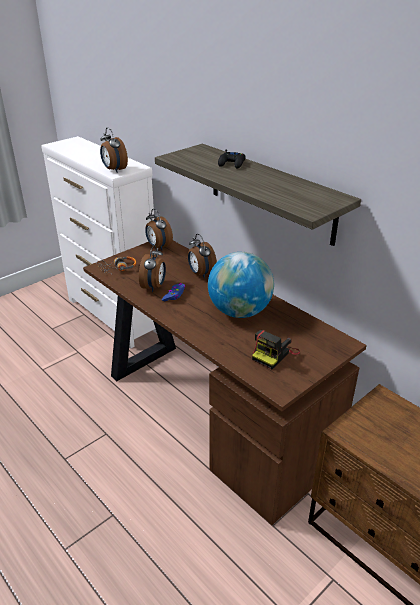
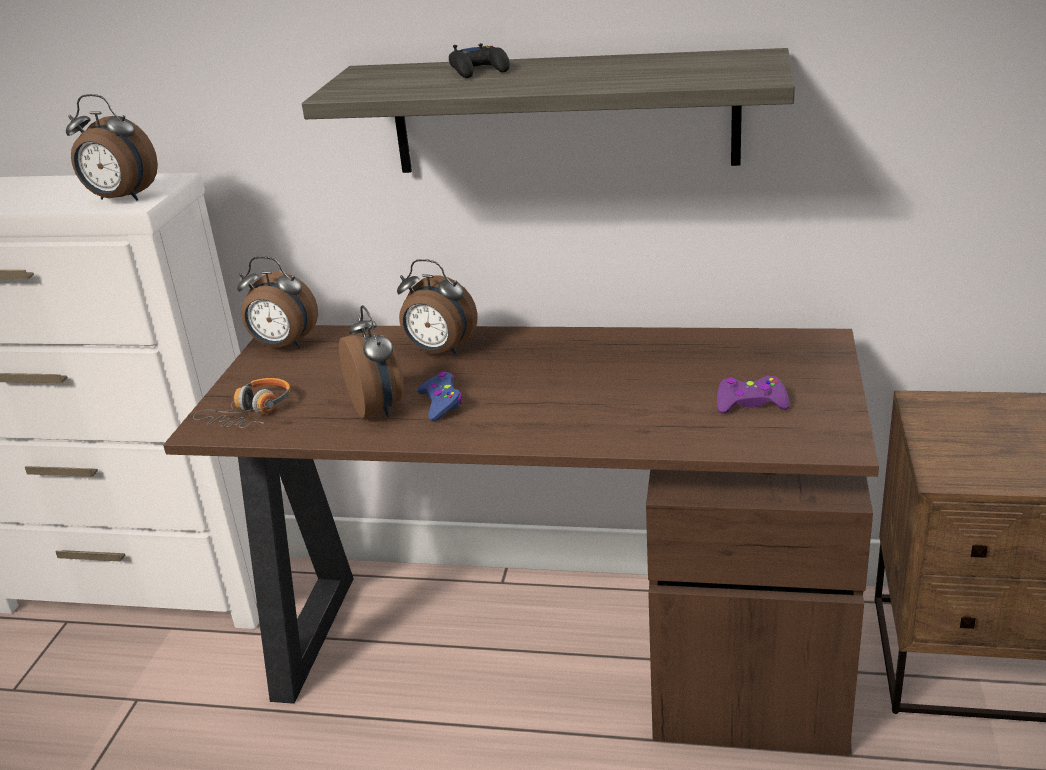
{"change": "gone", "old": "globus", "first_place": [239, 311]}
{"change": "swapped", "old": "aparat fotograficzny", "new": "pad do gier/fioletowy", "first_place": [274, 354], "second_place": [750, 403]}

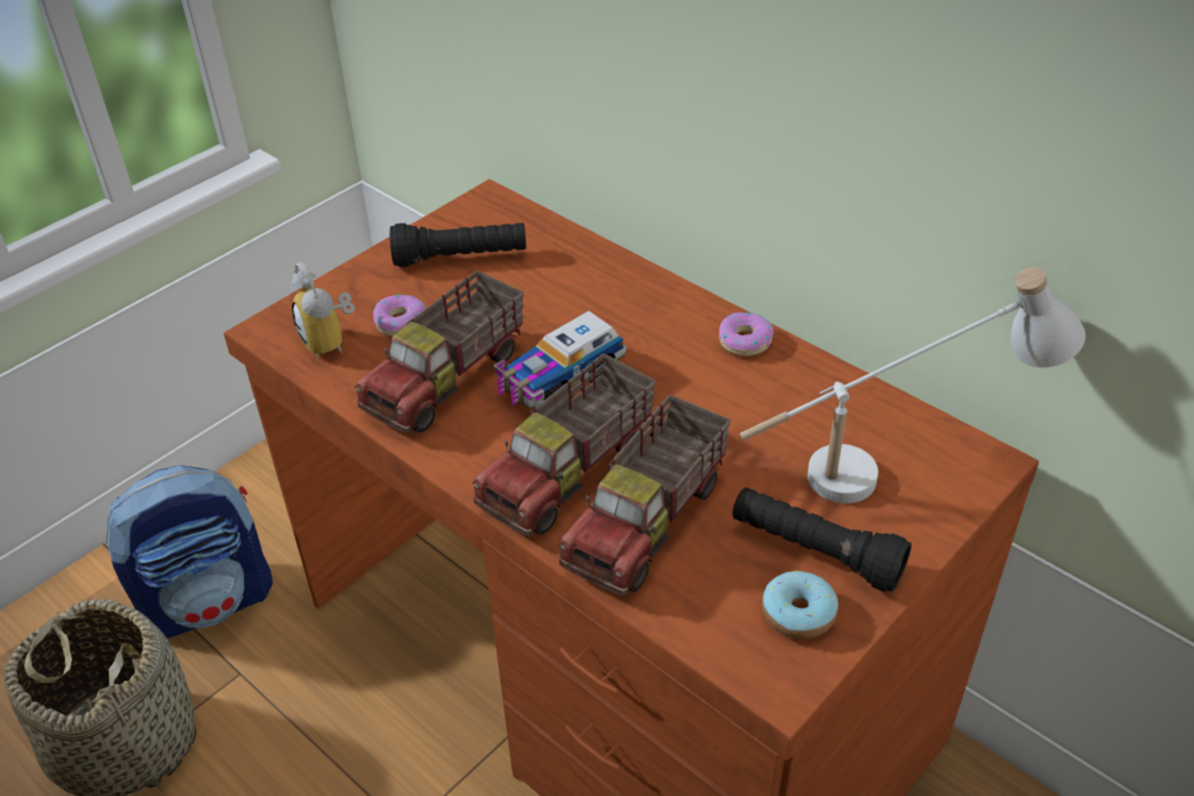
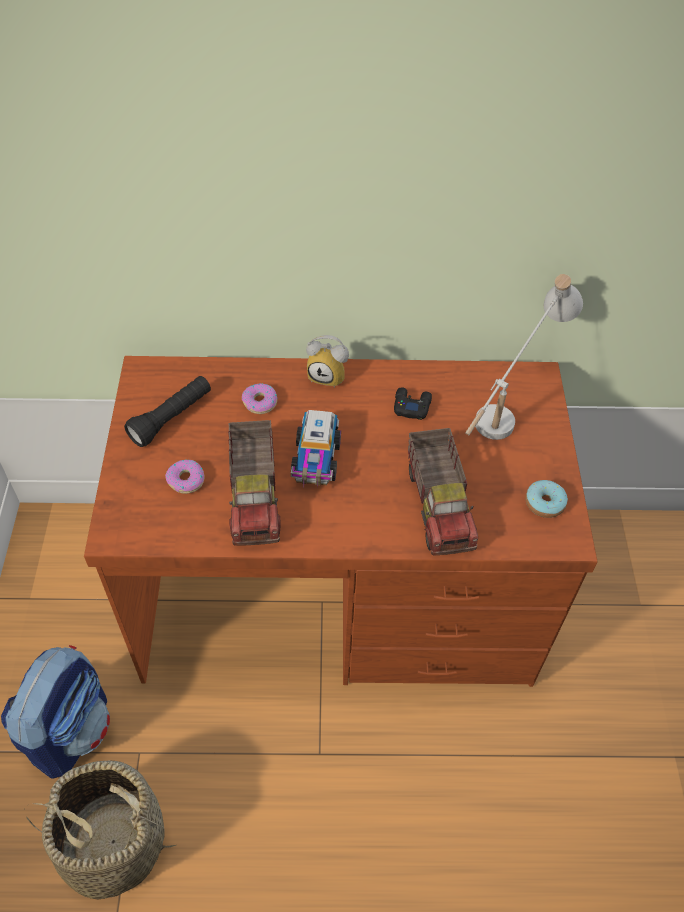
{"change": "gone", "old": "ciężarówka zabawkowa", "first_place": [570, 473]}
{"change": "gone", "old": "latarka/czarny", "first_place": [815, 552]}
{"change": "new", "new": "pad do gier/czarny", "second_place": [411, 406]}
{"change": "shifted", "old": "budzik", "first_place": [331, 341], "second_place": [329, 375]}
{"change": "shifted", "old": "donut", "first_place": [744, 341], "second_place": [260, 402]}

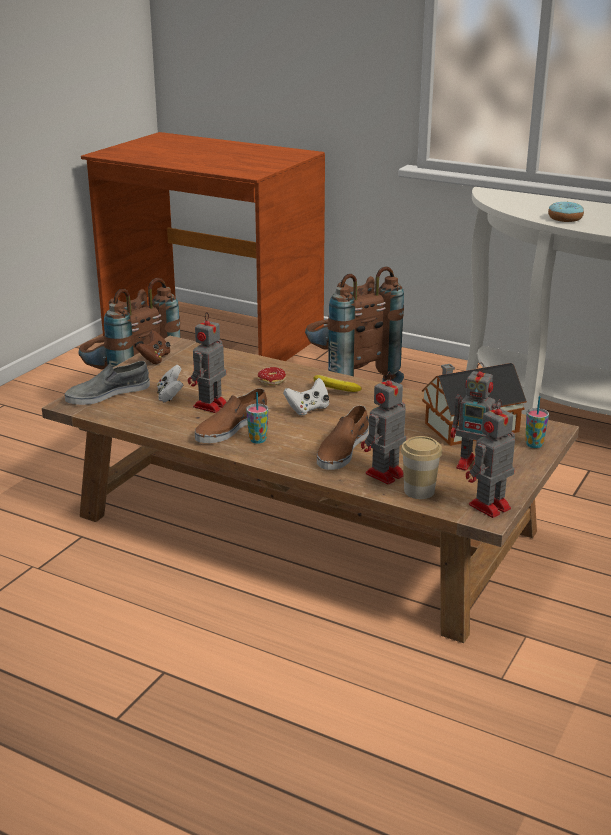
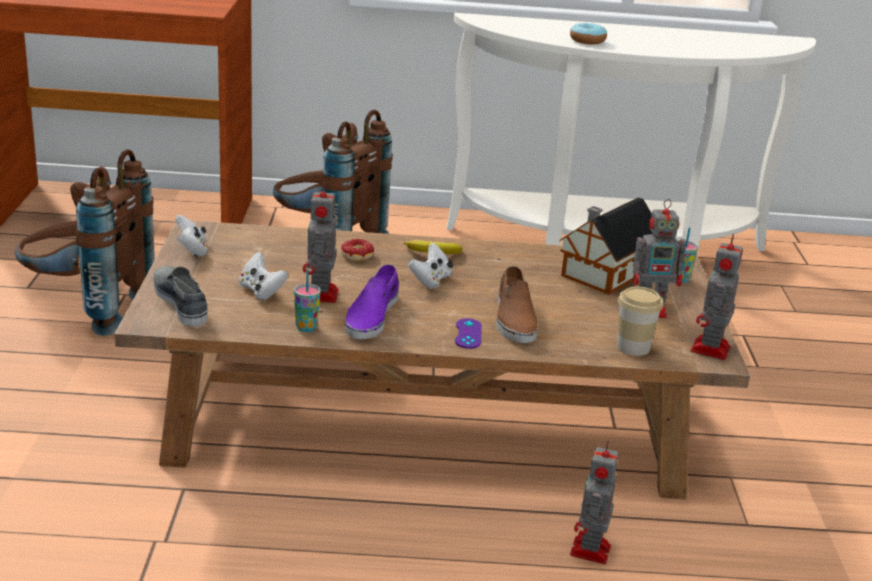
{"change": "new", "new": "pad do gier/fioletowy", "second_place": [468, 334]}
{"change": "shifted", "old": "filiżanka", "first_place": [258, 440], "second_place": [306, 328]}
{"change": "shifted", "old": "robot zabawkowy", "first_place": [383, 475], "second_place": [589, 552]}
{"change": "repainted", "old": "pad do gier/brązowy", "new": "pad do gier/biały", "first_place": [155, 359], "second_place": [192, 250]}
{"change": "repainted", "old": "but/brązowy", "new": "but/fioletowy", "first_place": [231, 427], "second_place": [371, 316]}
{"change": "rotated", "old": "but/szary", "first_place": [107, 394], "second_place": [181, 302], "degrees": 120}

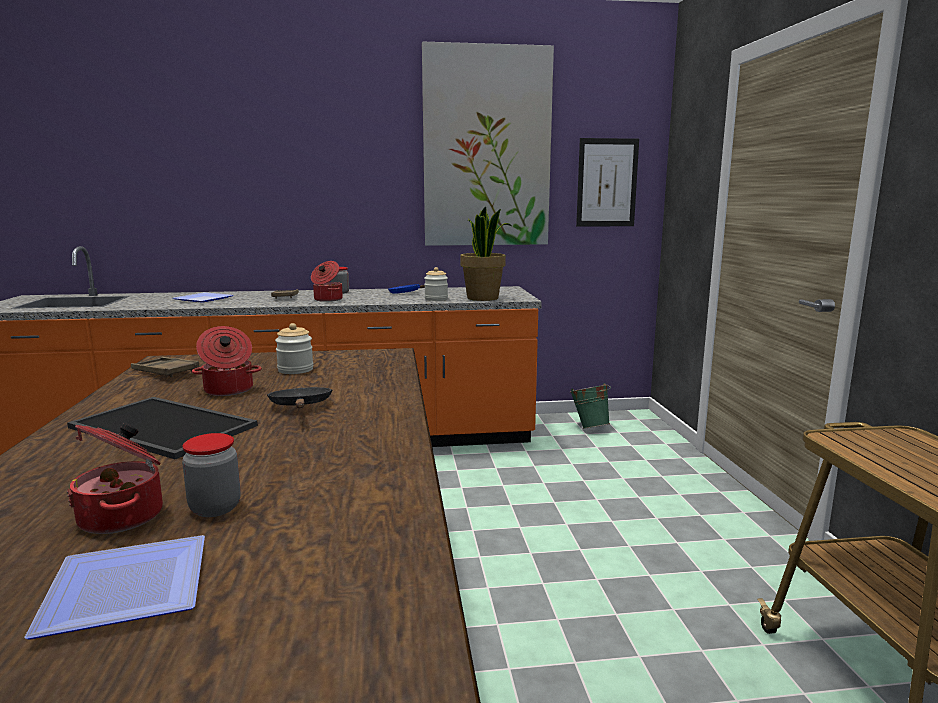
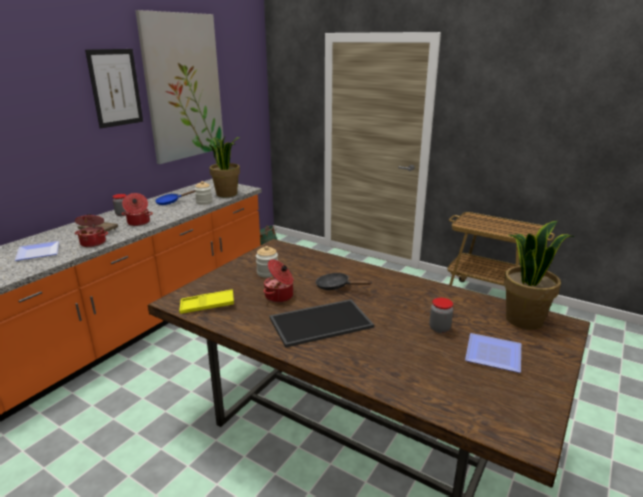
{"change": "new", "new": "roślina doniczkowa", "second_place": [523, 319]}
{"change": "shifted", "old": "garnek", "first_place": [124, 516], "second_place": [93, 242]}
{"change": "shifted", "old": "obraz", "first_place": [607, 183], "second_place": [115, 88]}
{"change": "repainted", "old": "taca/brązowy", "new": "taca/żółty", "first_place": [165, 372], "second_place": [207, 305]}

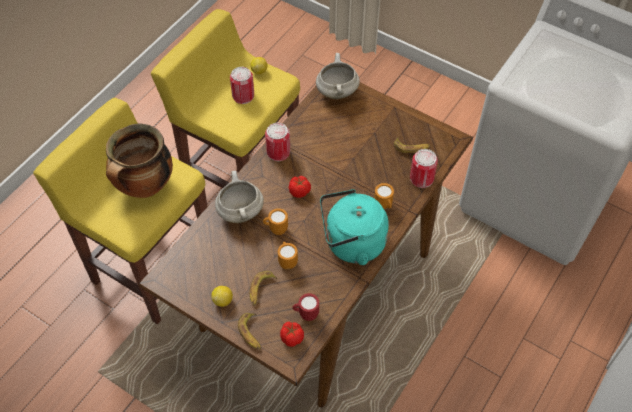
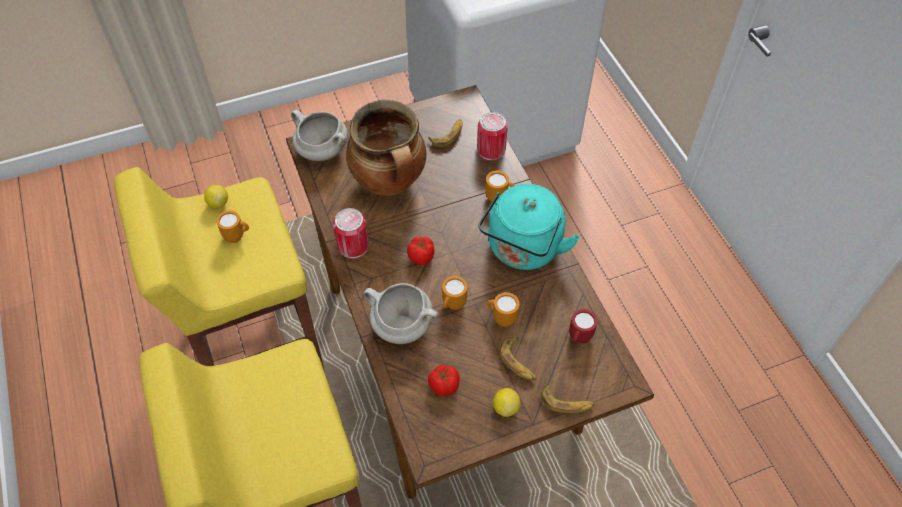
{"change": "shifted", "old": "garnek", "first_place": [145, 187], "second_place": [390, 183]}
{"change": "shifted", "old": "pomidor", "first_place": [291, 337], "second_place": [443, 385]}
{"change": "swapped", "old": "puszka", "new": "kubek/pomarańczowy", "first_place": [243, 95], "second_place": [237, 237]}

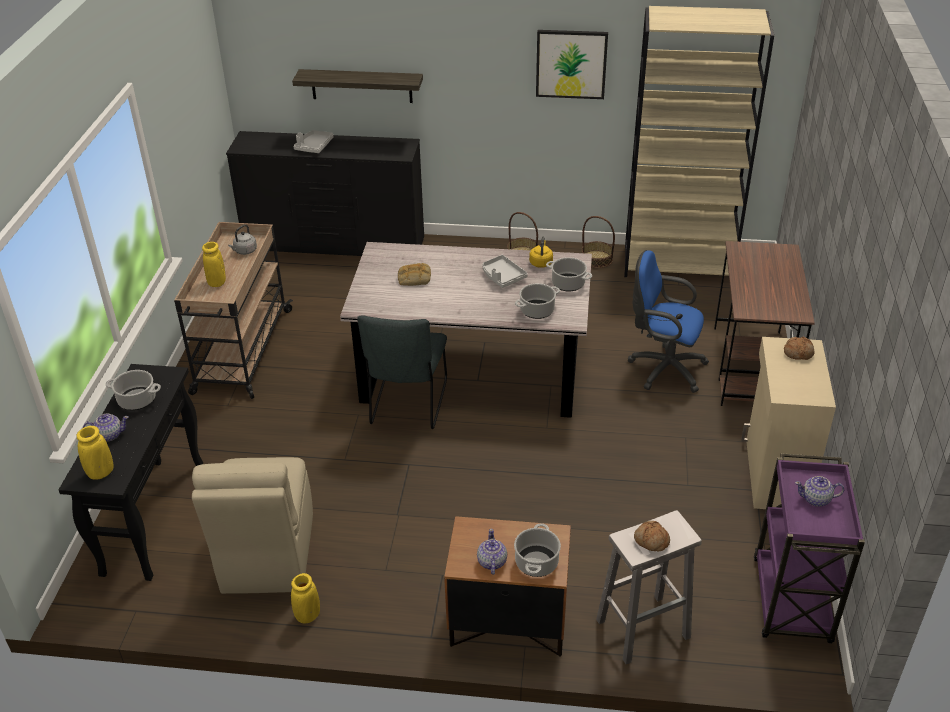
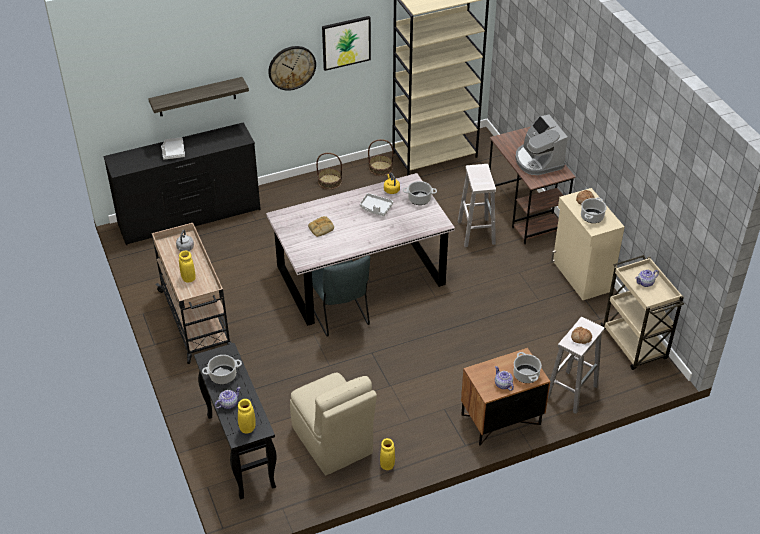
{"change": "new", "new": "zegar ścienny", "second_place": [292, 67]}
{"change": "new", "new": "ekspres do kawy", "second_place": [538, 161]}
{"change": "shifted", "old": "garnek", "first_place": [537, 311], "second_place": [592, 217]}
{"change": "swapped", "old": "krzesło biurowe/niebieski", "new": "stołek/biały", "first_place": [663, 368], "second_place": [476, 232]}
{"change": "repainted", "old": "wózek/fioletowy", "new": "wózek/beżowy", "first_place": [792, 602], "second_place": [634, 345]}

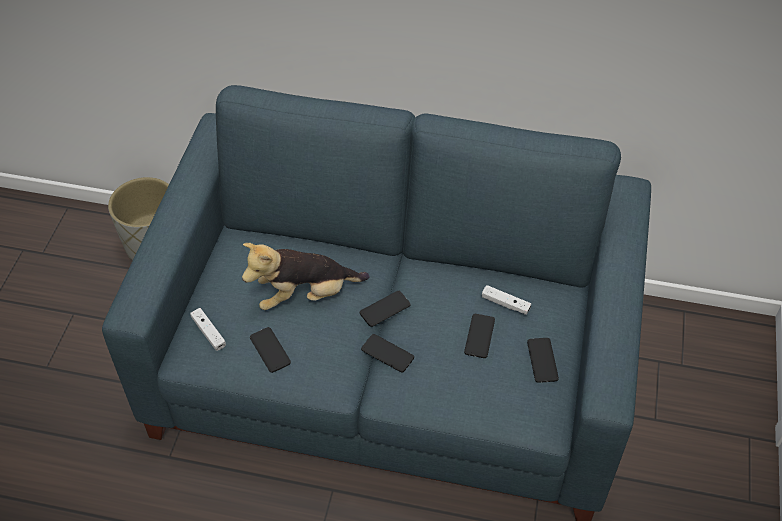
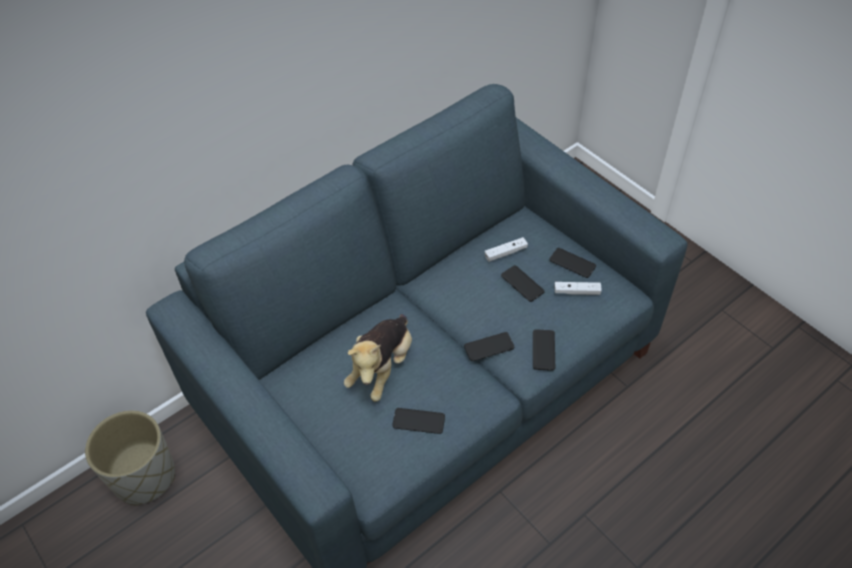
{"change": "shifted", "old": "pad do gier/biały", "first_place": [208, 332], "second_place": [577, 292]}
{"change": "shifted", "old": "telefon", "first_place": [385, 309], "second_place": [543, 350]}

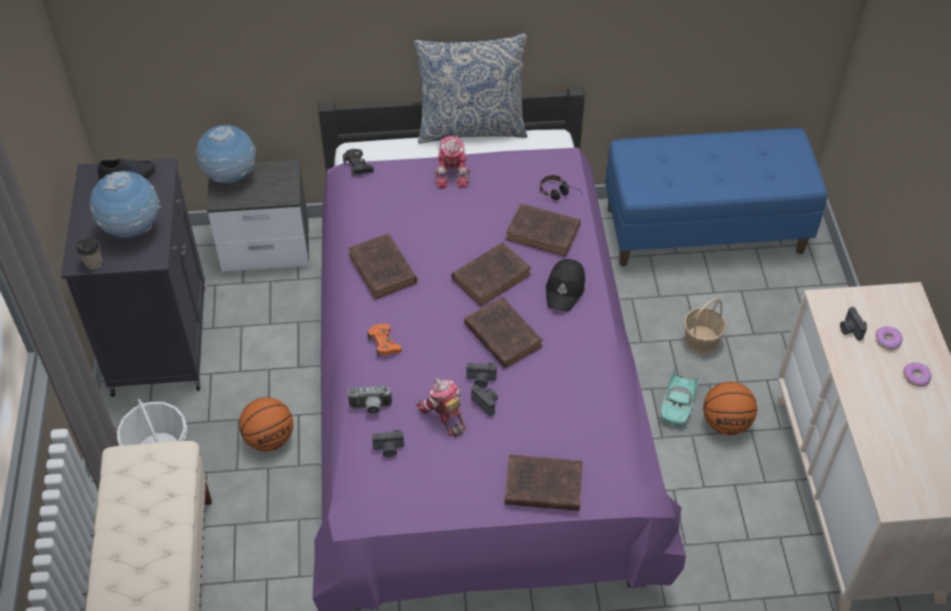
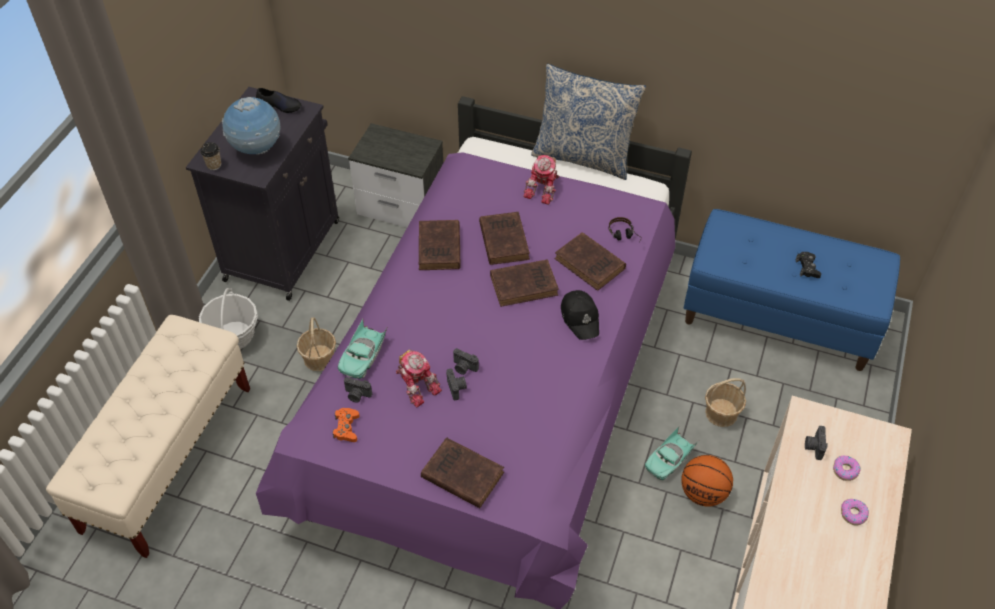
{"change": "gone", "old": "globus", "first_place": [230, 177]}
{"change": "shifted", "old": "pad do gier/czarny", "first_place": [358, 165], "second_place": [807, 268]}
{"change": "shifted", "old": "pad do gier/pomarańczowy", "first_place": [384, 343], "second_place": [346, 428]}
{"change": "shifted", "old": "książka/brązowy", "first_place": [501, 334], "second_place": [503, 240]}
{"change": "swapped", "old": "piłka do koszykówki", "new": "koszyk", "first_place": [269, 438], "second_place": [319, 358]}
{"change": "swapped", "old": "aparat fotograficzny", "new": "samochodzik/turkusowy", "first_place": [370, 408], "second_place": [363, 356]}
{"change": "rotated", "old": "robot zabawkowy", "first_place": [443, 414], "second_place": [416, 384], "degrees": 150}
{"change": "rotated", "old": "czapka z daszkiem/czarny", "first_place": [565, 289], "second_place": [580, 318], "degrees": -60}

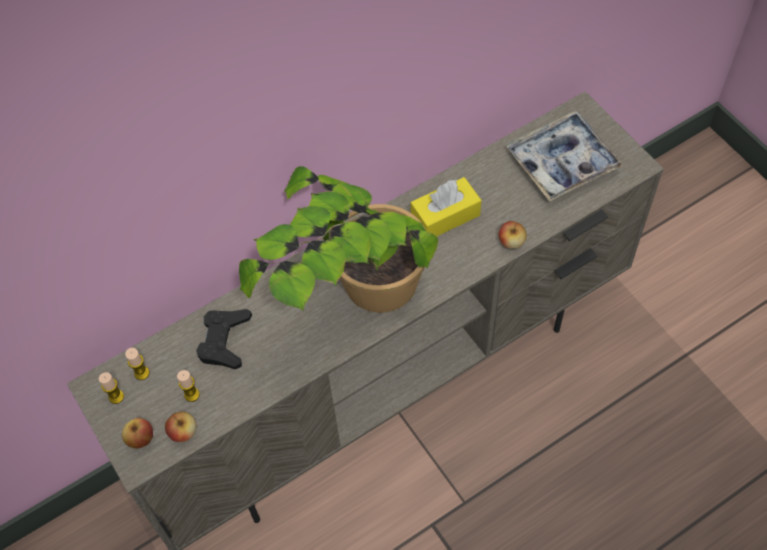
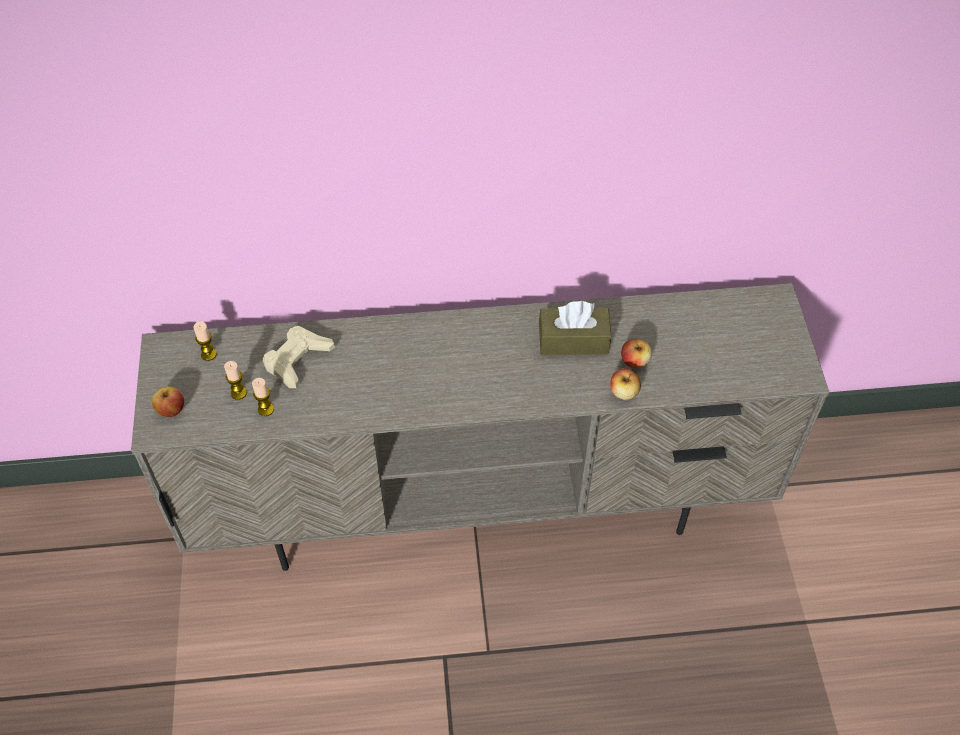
{"change": "gone", "old": "roślina doniczkowa", "first_place": [349, 304]}
{"change": "gone", "old": "taca", "first_place": [562, 162]}
{"change": "shifted", "old": "świeca", "first_place": [116, 397], "second_place": [266, 409]}
{"change": "shifted", "old": "jabłko", "first_place": [183, 432], "second_place": [634, 361]}
{"change": "repainted", "old": "pad do gier/czarny", "new": "pad do gier/beżowy", "first_place": [224, 341], "second_place": [297, 359]}
{"change": "repainted", "old": "pudełko chusteczek/żółty", "new": "pudełko chusteczek/brązowy", "first_place": [445, 216], "second_place": [573, 340]}

